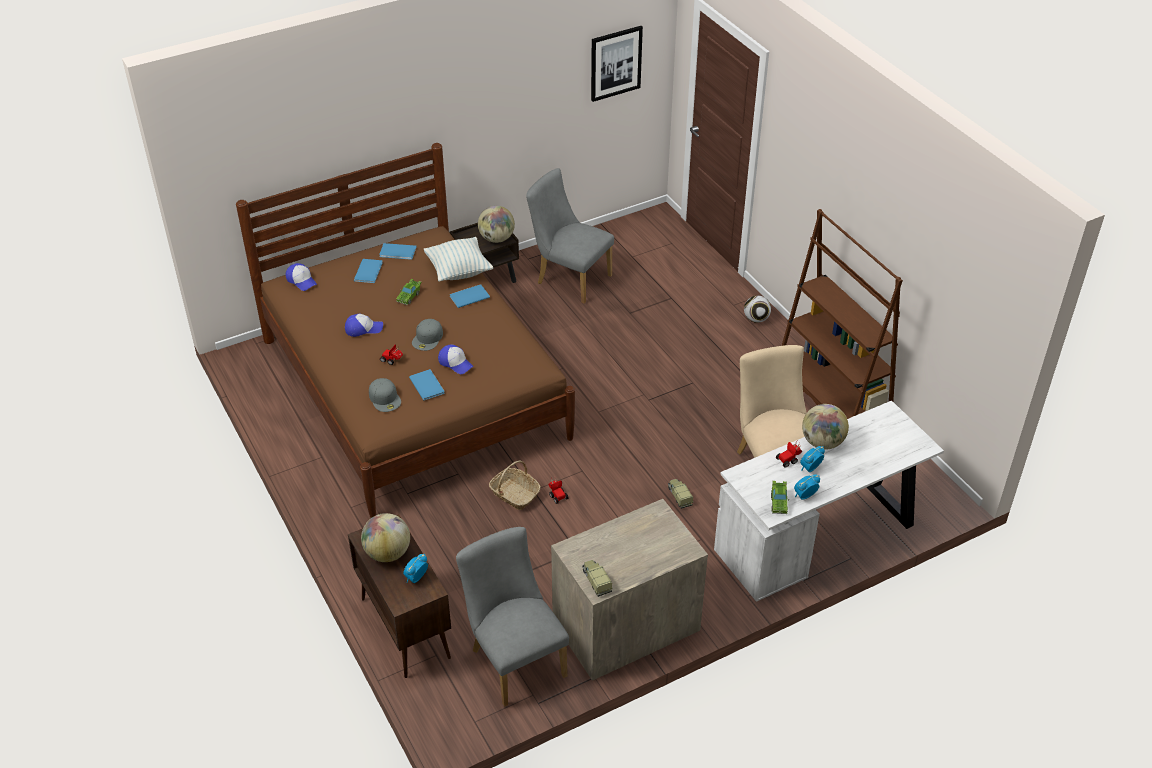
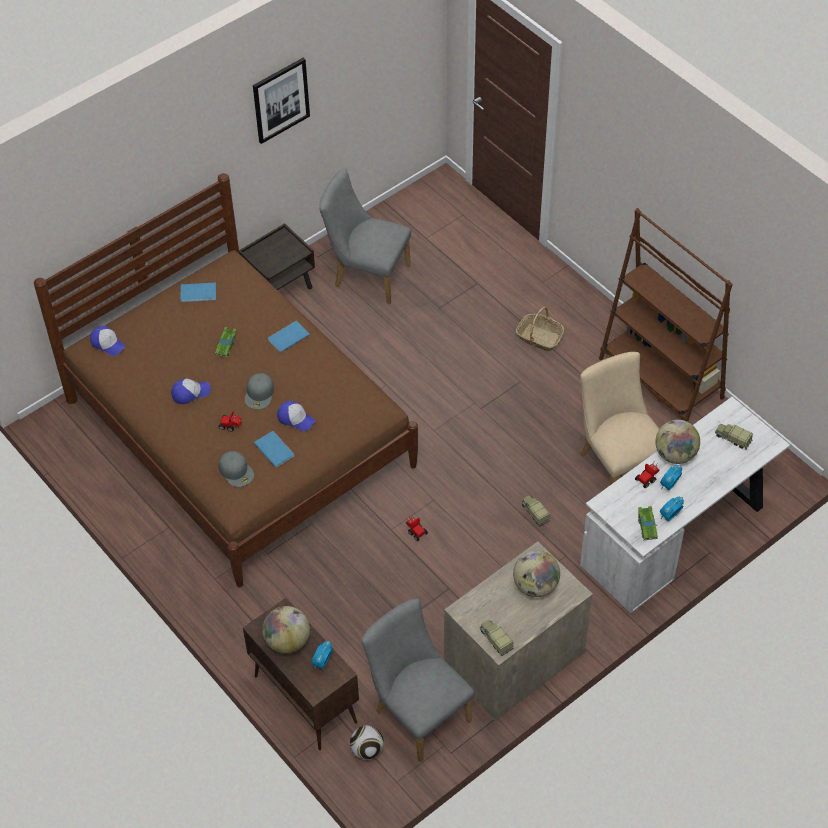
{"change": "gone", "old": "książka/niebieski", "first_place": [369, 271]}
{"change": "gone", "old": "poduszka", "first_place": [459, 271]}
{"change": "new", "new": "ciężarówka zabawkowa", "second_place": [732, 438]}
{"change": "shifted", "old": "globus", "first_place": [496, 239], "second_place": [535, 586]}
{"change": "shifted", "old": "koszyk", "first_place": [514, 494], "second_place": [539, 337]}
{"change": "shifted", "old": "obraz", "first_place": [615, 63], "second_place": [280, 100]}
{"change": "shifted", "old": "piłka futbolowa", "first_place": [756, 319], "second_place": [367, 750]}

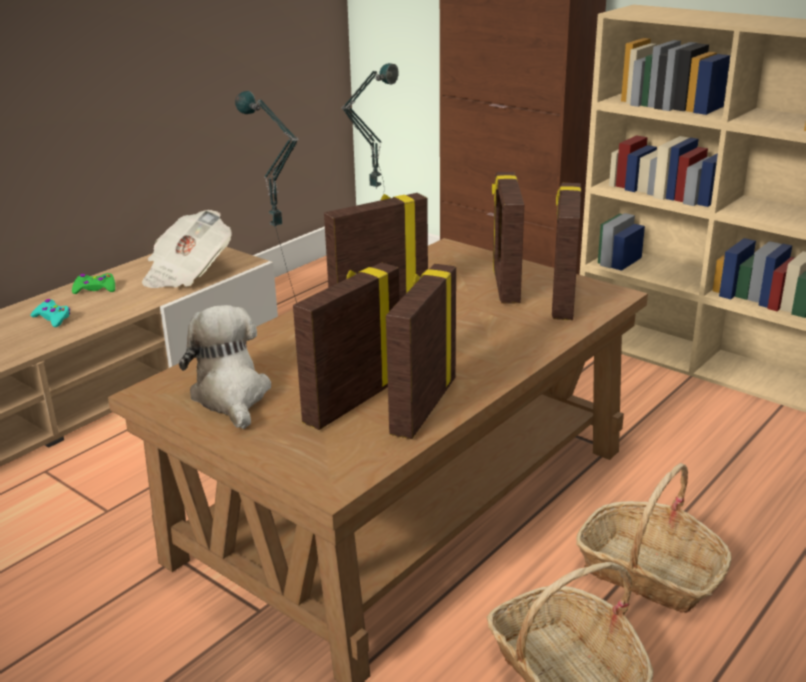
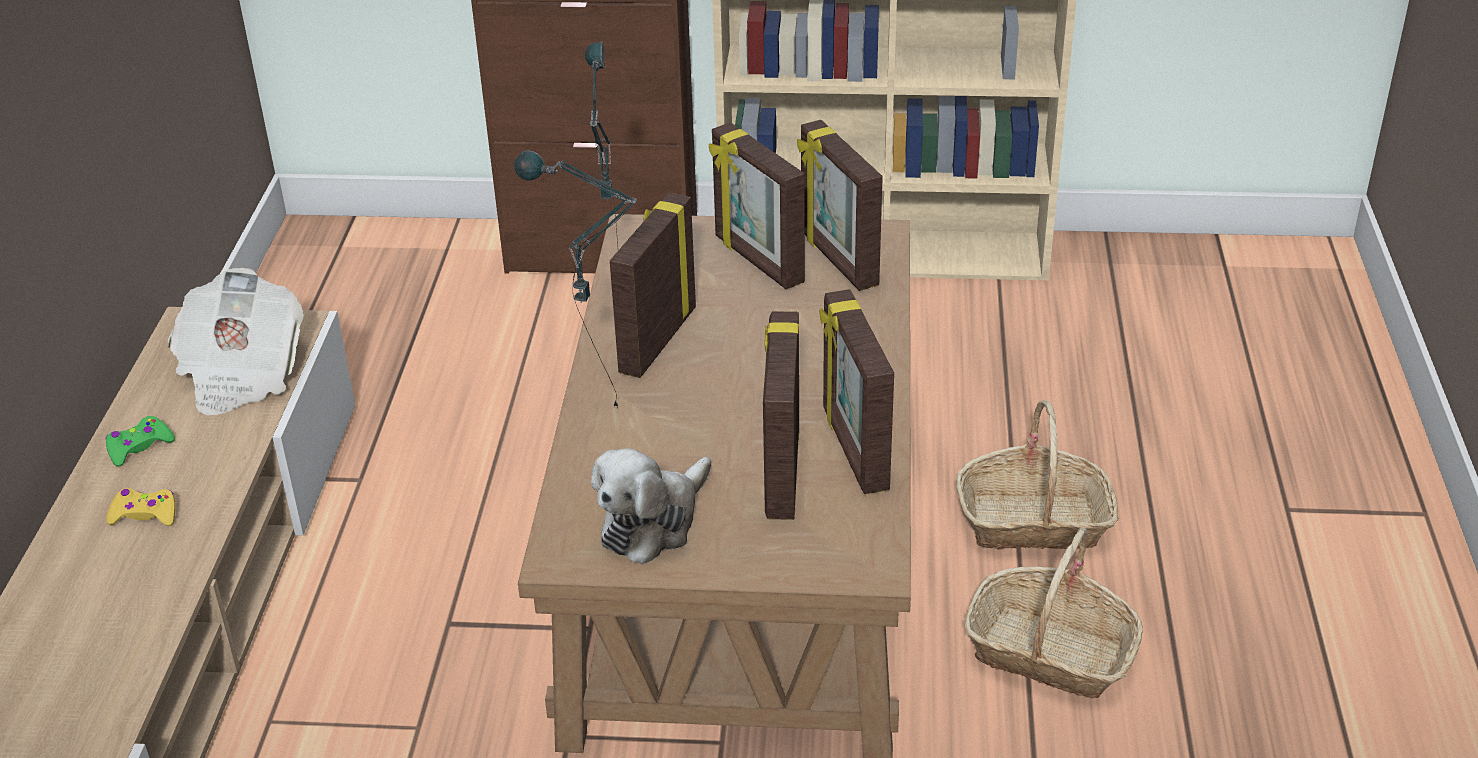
{"change": "repainted", "old": "pad do gier/turkusowy", "new": "pad do gier/żółty", "first_place": [52, 318], "second_place": [145, 515]}
{"change": "rotated", "old": "pluszak", "first_place": [231, 396], "second_place": [653, 522], "degrees": -90}

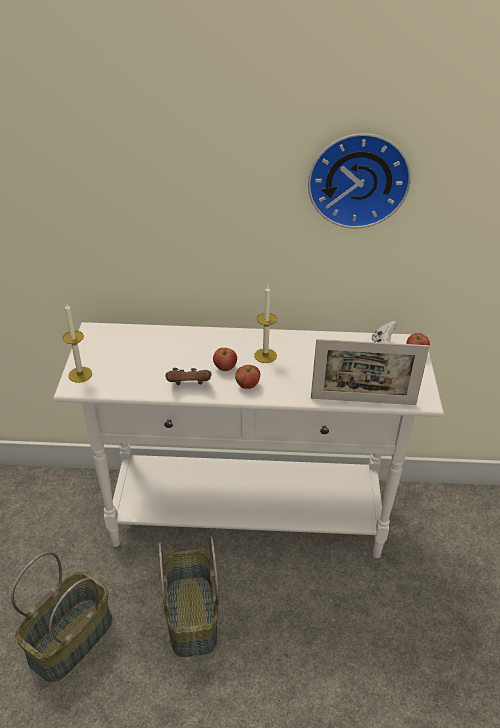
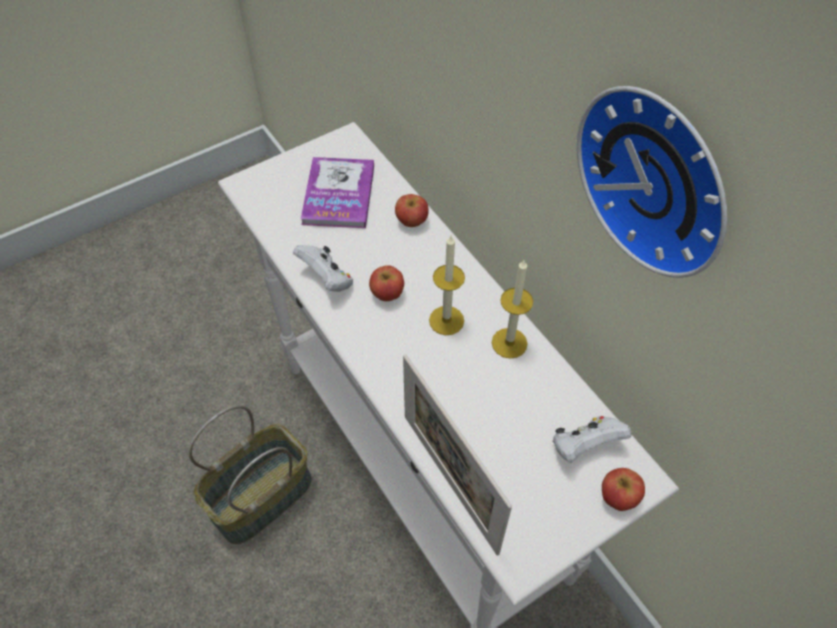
{"change": "gone", "old": "koszyk", "first_place": [70, 638]}
{"change": "new", "new": "książka", "second_place": [338, 194]}
{"change": "shifted", "old": "świeca", "first_place": [80, 374], "second_place": [509, 343]}
{"change": "shifted", "old": "jabłko", "first_place": [247, 385], "second_place": [411, 221]}
{"change": "repainted", "old": "pad do gier/brązowy", "new": "pad do gier/biały", "first_place": [189, 385], "second_place": [327, 279]}

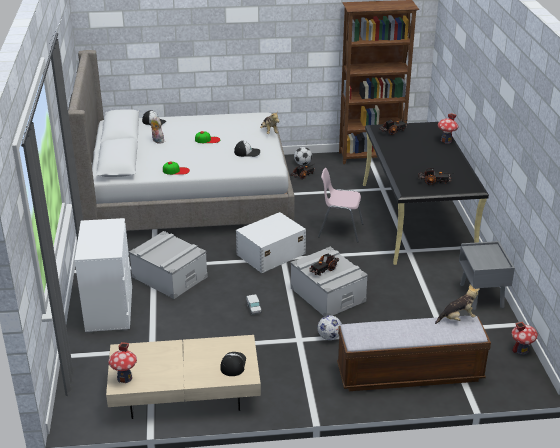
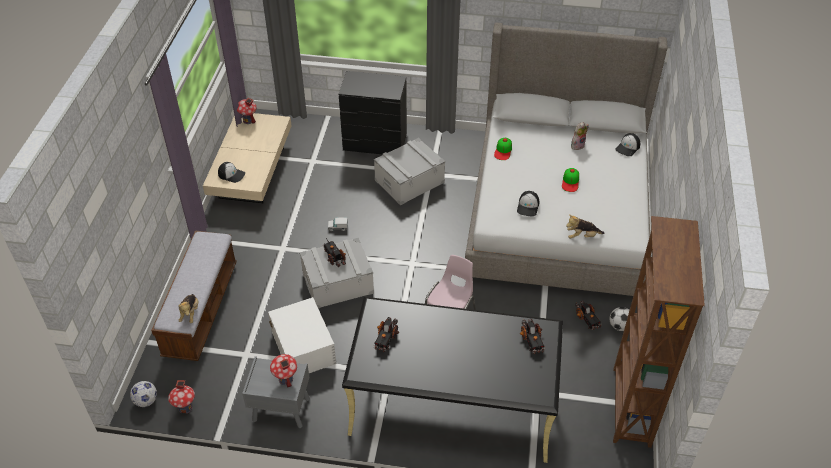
{"change": "shifted", "old": "pojemnik do przechowywania/biały", "first_place": [270, 254], "second_place": [303, 347]}
{"change": "shifted", "old": "piłka futbolowa", "first_place": [329, 337], "second_place": [146, 401]}
{"change": "shifted", "old": "domek", "first_place": [446, 141], "second_place": [285, 379]}
{"change": "repainted", "old": "komoda/biały", "new": "komoda/czarny", "first_place": [109, 310], "second_place": [375, 143]}

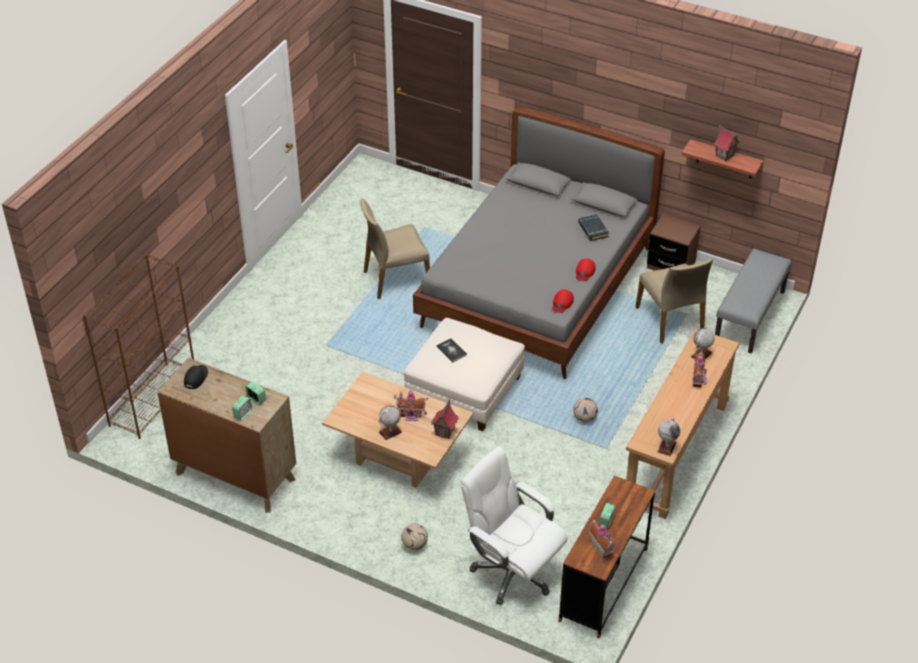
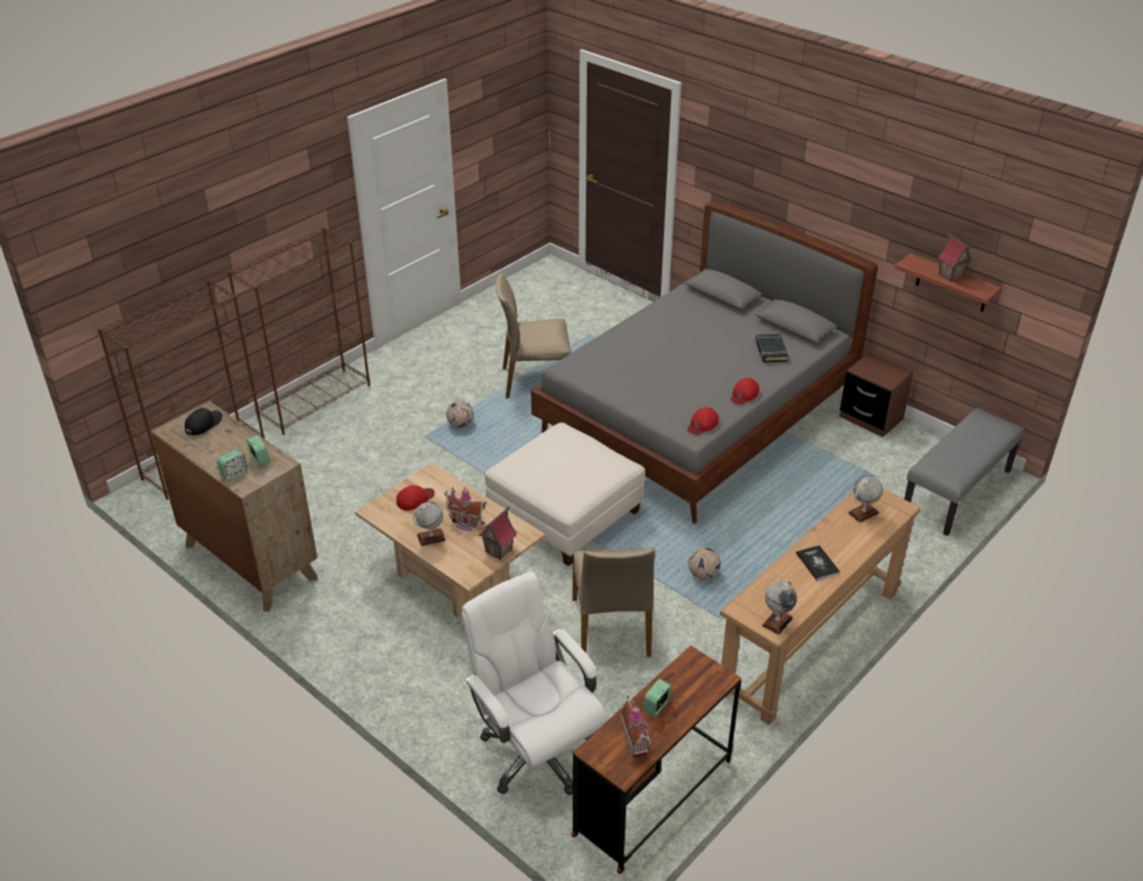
{"change": "gone", "old": "domek", "first_place": [699, 380]}
{"change": "new", "new": "regał/brązowy", "second_place": [315, 400]}
{"change": "new", "new": "czapka z daszkiem/czerwony", "second_place": [415, 499]}
{"change": "shifted", "old": "piłka futbolowa", "first_place": [414, 544], "second_place": [460, 425]}
{"change": "shifted", "old": "książka", "first_place": [451, 351], "second_place": [817, 563]}
{"change": "shifted", "old": "krzesło/beżowy", "first_place": [670, 320], "second_place": [612, 627]}

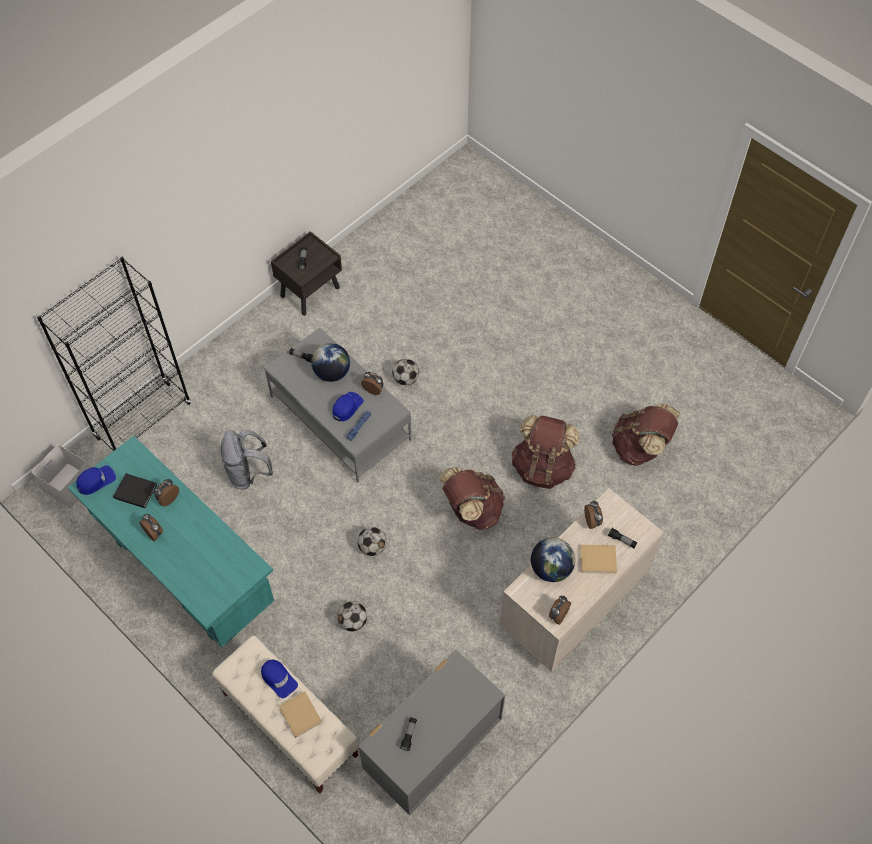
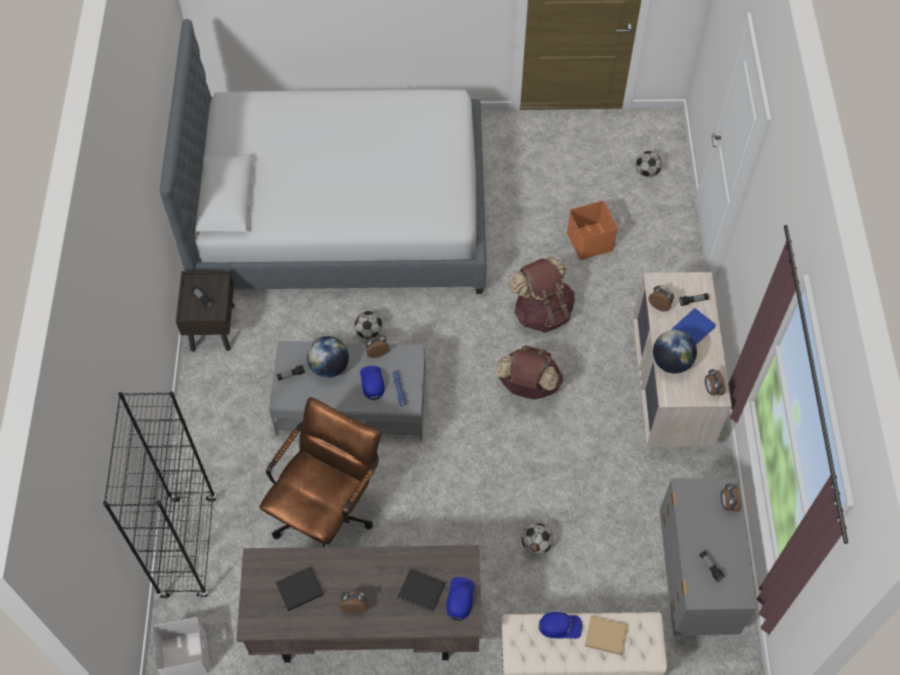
{"change": "new", "new": "łóżko", "second_place": [342, 213]}
{"change": "new", "new": "książka/czarny", "second_place": [422, 591]}
{"change": "shifted", "old": "czapka z daszkiem/niebieski", "first_place": [96, 481], "second_place": [460, 599]}
{"change": "shifted", "old": "budzik", "first_place": [168, 498], "second_place": [727, 504]}
{"change": "shifted", "old": "piłka futbolowa", "first_place": [372, 547], "second_place": [646, 172]}
{"change": "swapped", "old": "plecak/szary", "new": "krzesło biurowe/brązowy", "first_place": [248, 473], "second_place": [328, 510]}
{"change": "swapped", "old": "plecak/brązowy", "new": "pojemnik do przechowywania/pomarańczowy", "first_place": [640, 447], "second_place": [591, 241]}
{"change": "repainted", "old": "biurko/turkusowy", "new": "biurko/brązowy", "first_place": [185, 571], "second_place": [365, 629]}
{"change": "repainted", "old": "książka/beżowy", "new": "książka/niebieski", "first_place": [599, 560], "second_place": [694, 327]}

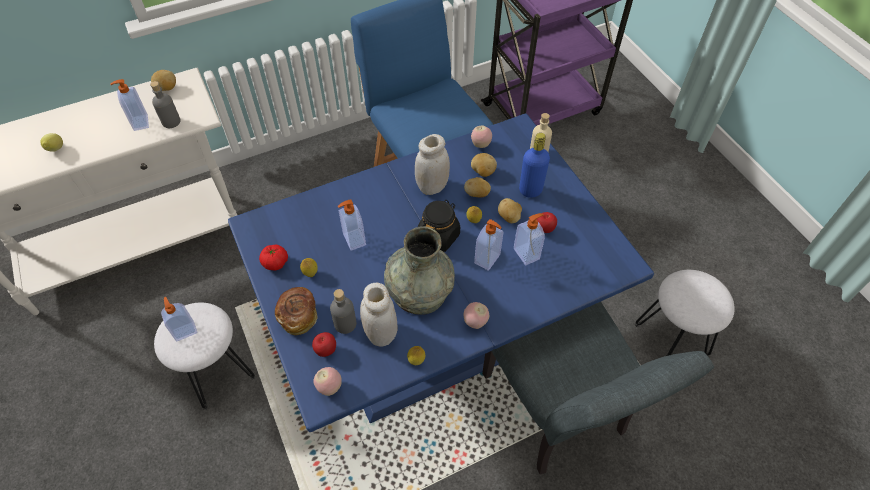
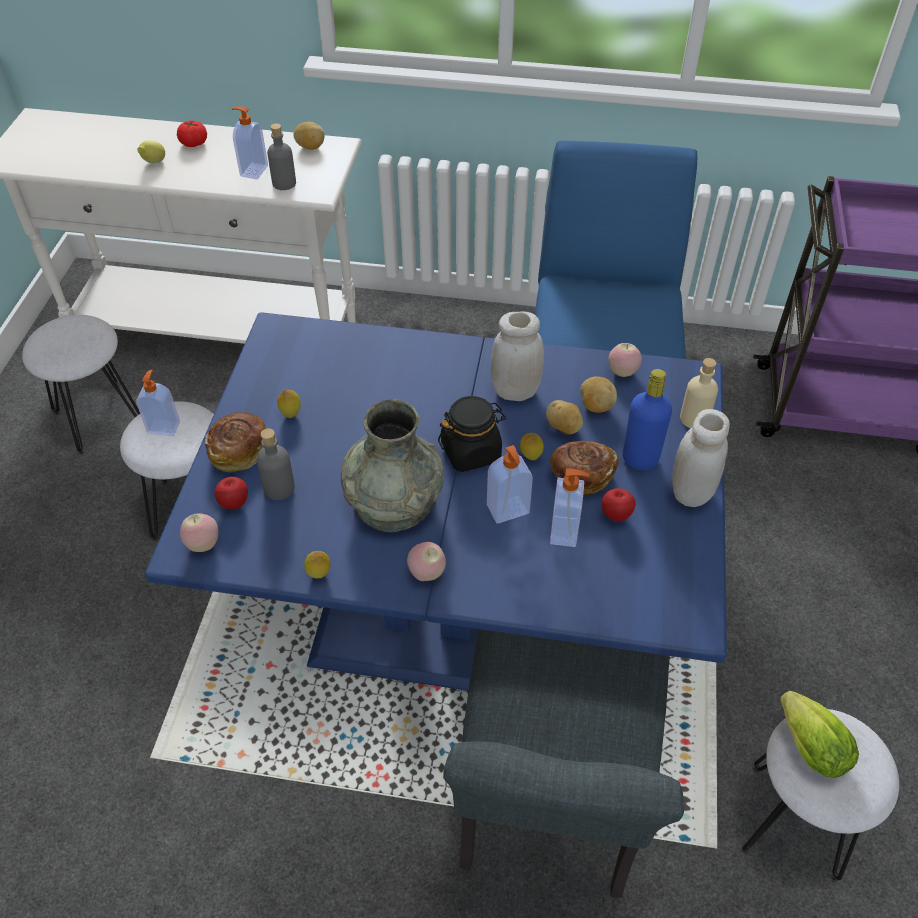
{"change": "gone", "old": "dozownik mydła", "first_place": [353, 240]}
{"change": "new", "new": "stołek/biały", "second_place": [99, 418]}
{"change": "new", "new": "sałata", "second_place": [807, 743]}
{"change": "shifted", "old": "pomidor", "first_place": [275, 263], "second_place": [194, 143]}
{"change": "shifted", "old": "słoik/biały", "first_place": [381, 333], "second_place": [691, 492]}
{"change": "swapped", "old": "ziemniak", "new": "chleb", "first_place": [509, 217], "second_place": [581, 476]}

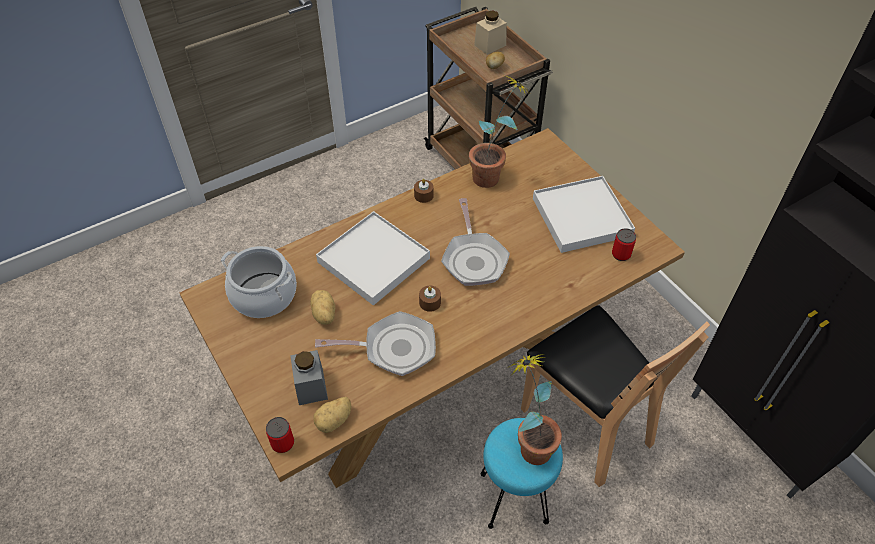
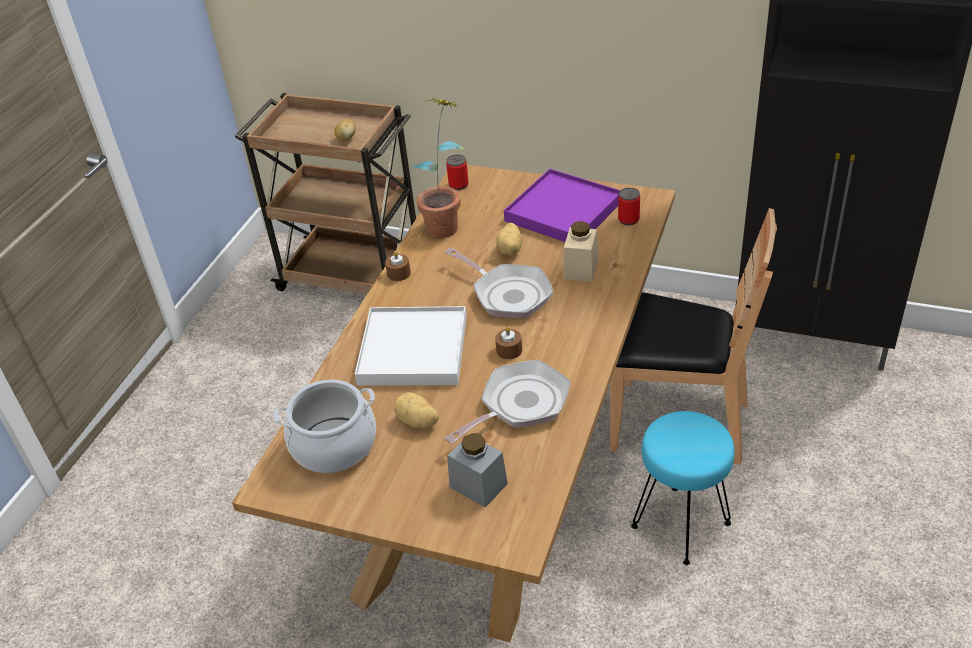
{"change": "gone", "old": "roślina doniczkowa", "first_place": [529, 442]}
{"change": "shifted", "old": "puszka", "first_place": [283, 443], "second_place": [458, 185]}
{"change": "shifted", "old": "ziemniak", "first_place": [334, 421], "second_place": [511, 249]}
{"change": "shifted", "old": "słoik/beżowy", "first_place": [490, 45], "second_place": [580, 269]}
{"change": "repainted", "old": "taca/biały", "new": "taca/fioletowy", "first_place": [581, 217], "second_place": [563, 211]}

